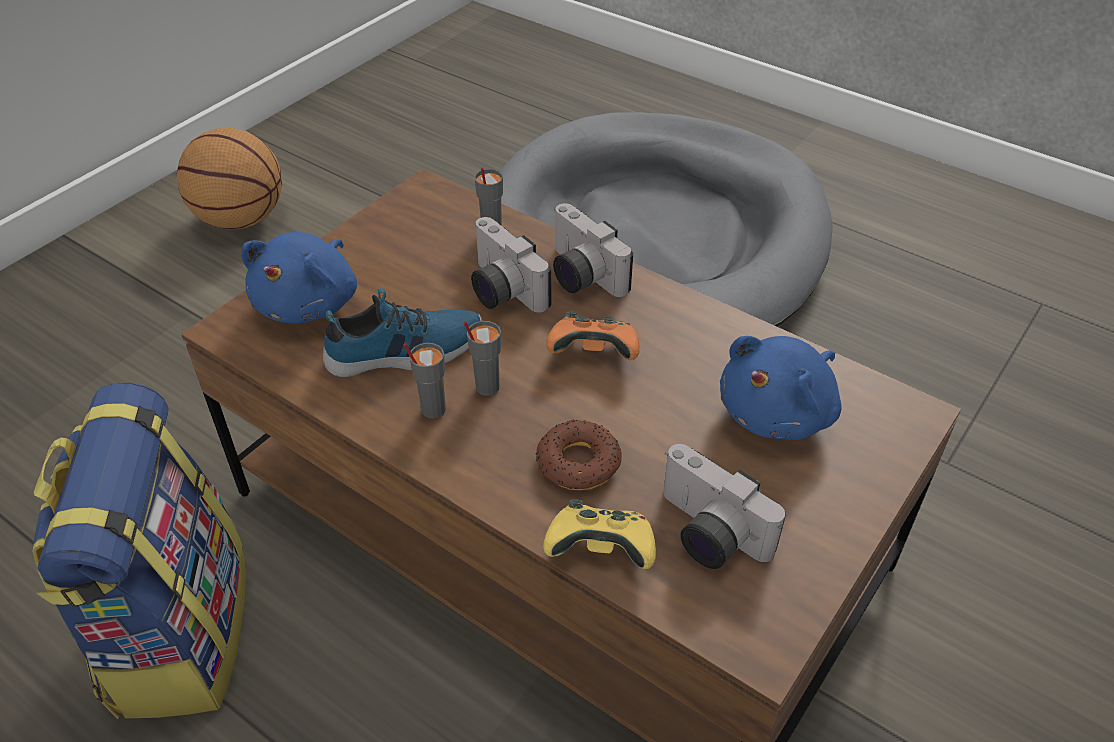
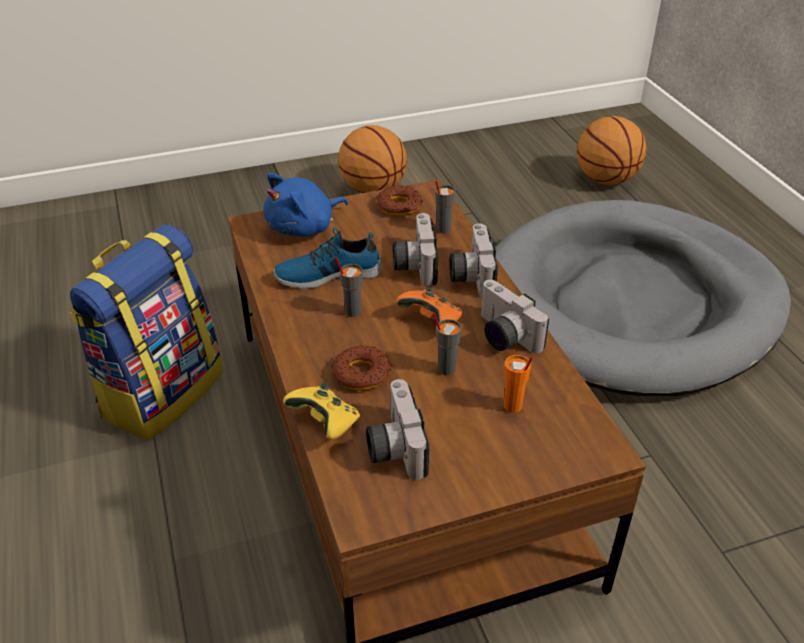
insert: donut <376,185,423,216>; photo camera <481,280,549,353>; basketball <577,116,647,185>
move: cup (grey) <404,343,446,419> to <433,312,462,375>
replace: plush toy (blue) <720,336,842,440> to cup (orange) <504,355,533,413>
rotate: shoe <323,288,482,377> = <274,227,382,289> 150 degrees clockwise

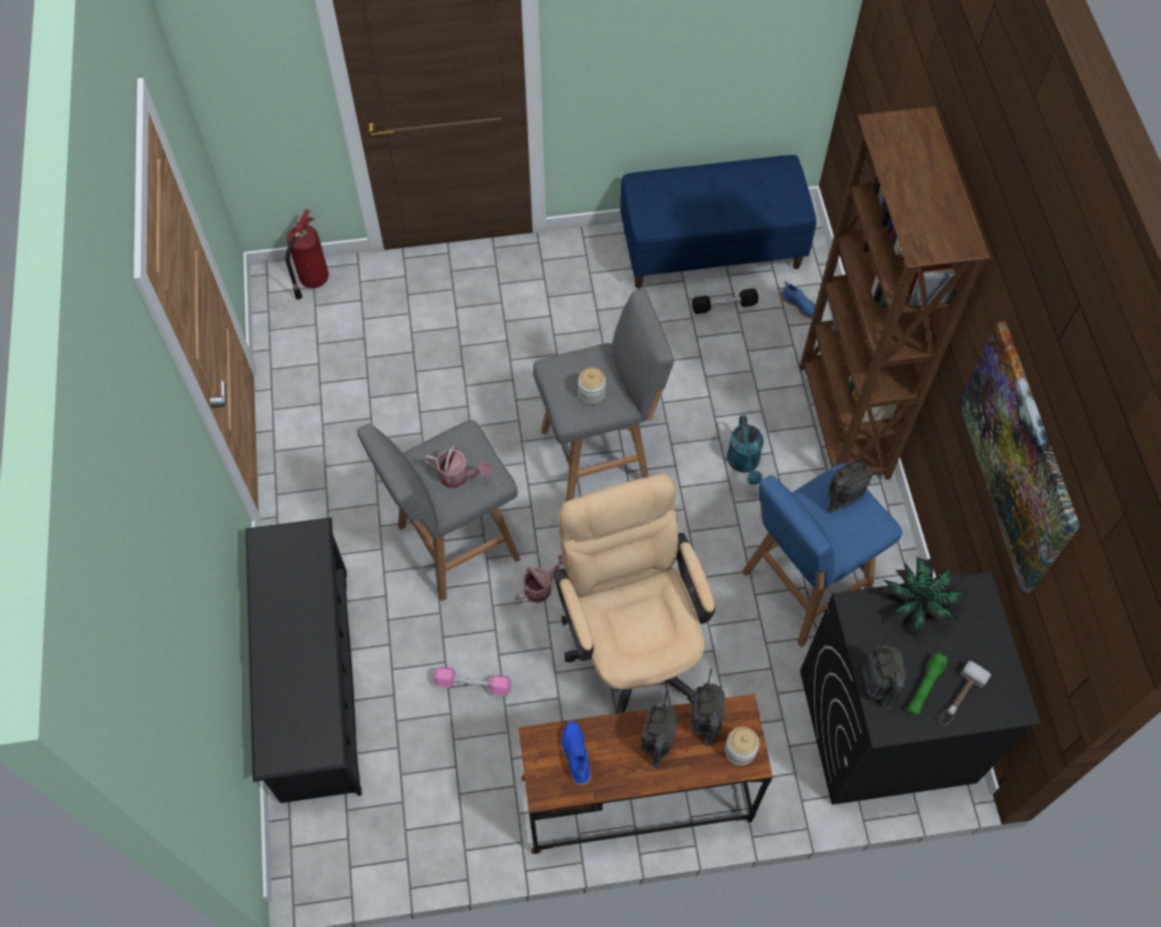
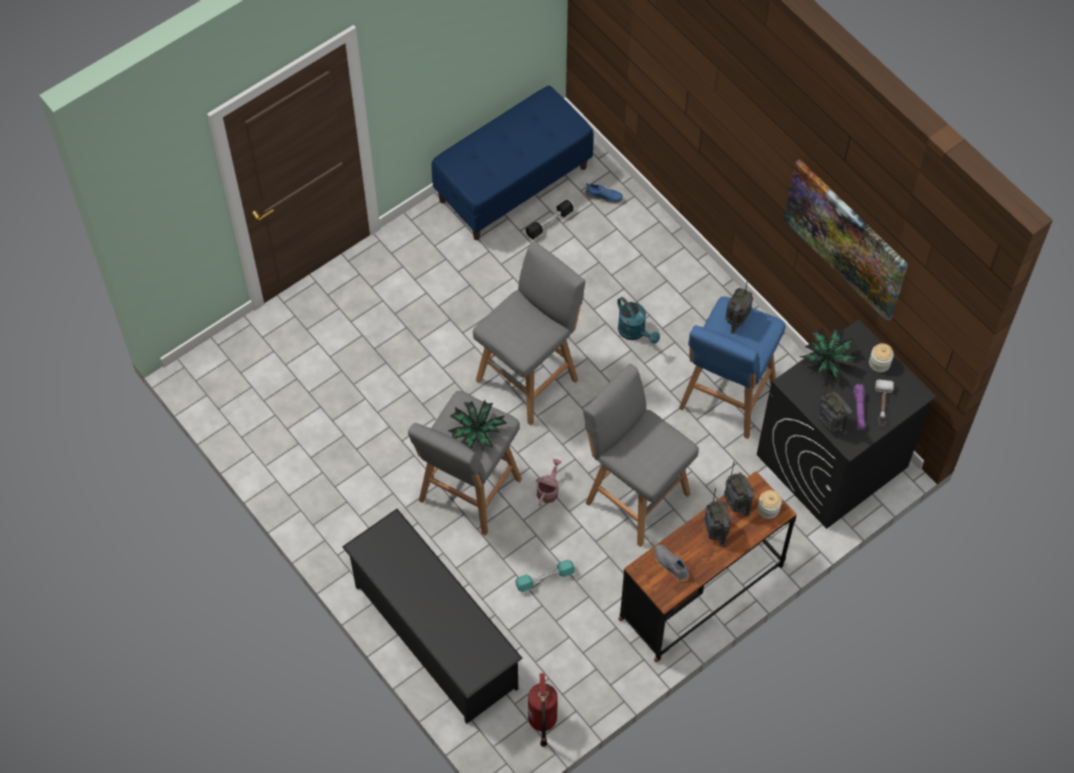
delete: bookcase (brown) <799,107,990,480>
move: fire extinguisher <285,209,329,300> to <528,673,558,747>; jar <578,367,606,405> to <869,343,894,373>
replace: watering can <423,445,491,488> to potted plant <448,400,508,451>; office chair (beige) <554,473,715,713> to stool (grey) <583,364,699,547>
recolor: dumbbell (pink) <434,667,511,696> to dumbbell (turquoise) <515,560,575,592>; shoe (blue) <561,721,591,785> to shoe (grey) <654,545,690,581>; flashlight (green) <907,652,948,716> to flashlight (purple) <853,384,866,430>

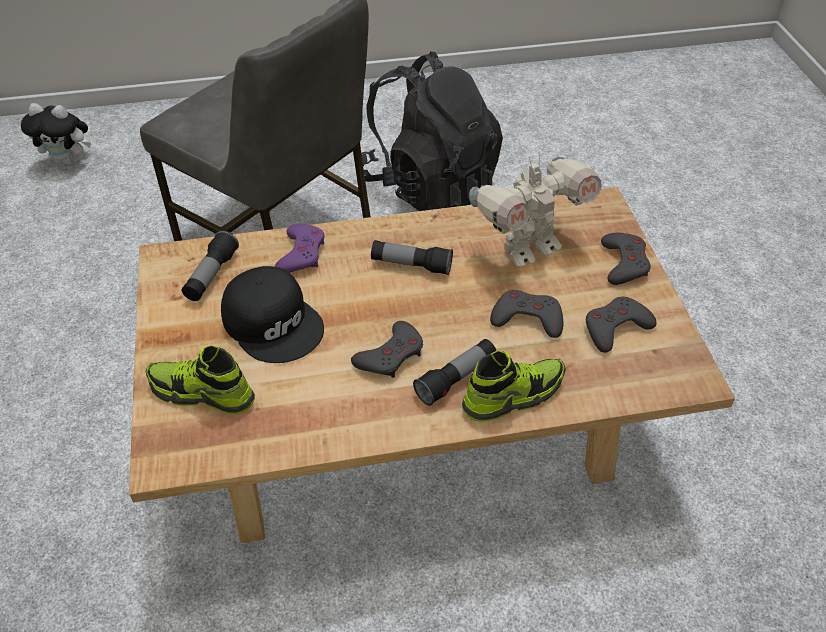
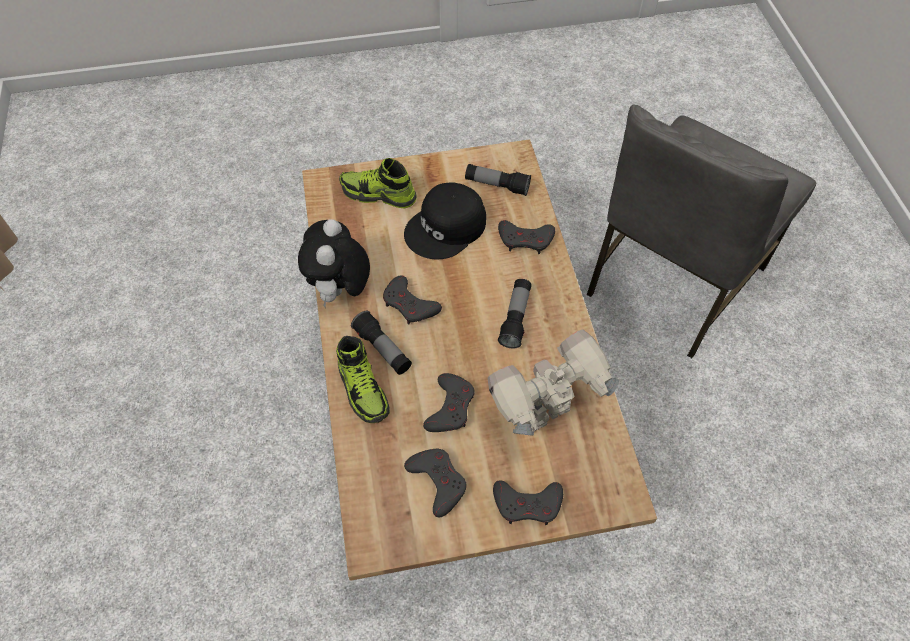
delete: backpack (black) <361,51,503,211>
move: plush toy <21,103,91,166> to <298,219,370,307>
recolor: game controller (purple) <275,223,325,273> to game controller (grey) <498,220,555,254>
rotate: shoe <145,346,255,415> = <339,158,417,209> 90 degrees counterclockwise; toy robot <469,153,602,267> = <487,329,619,435> 90 degrees clockwise

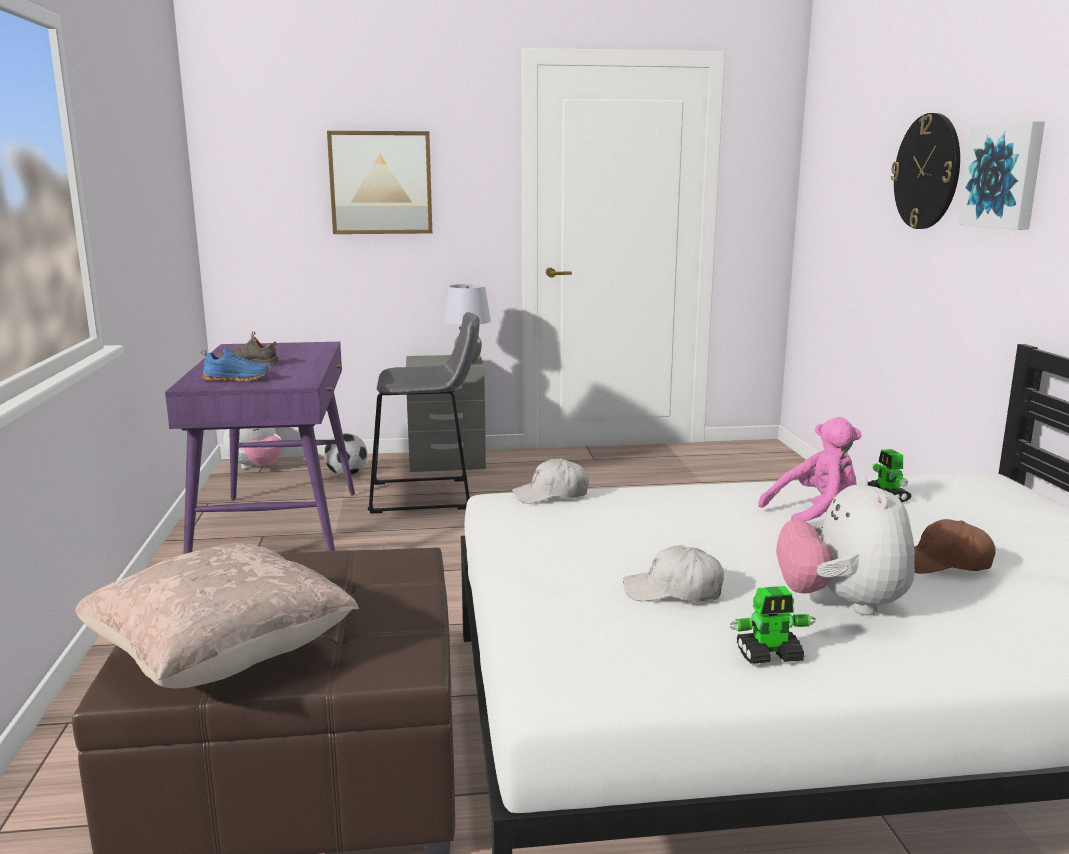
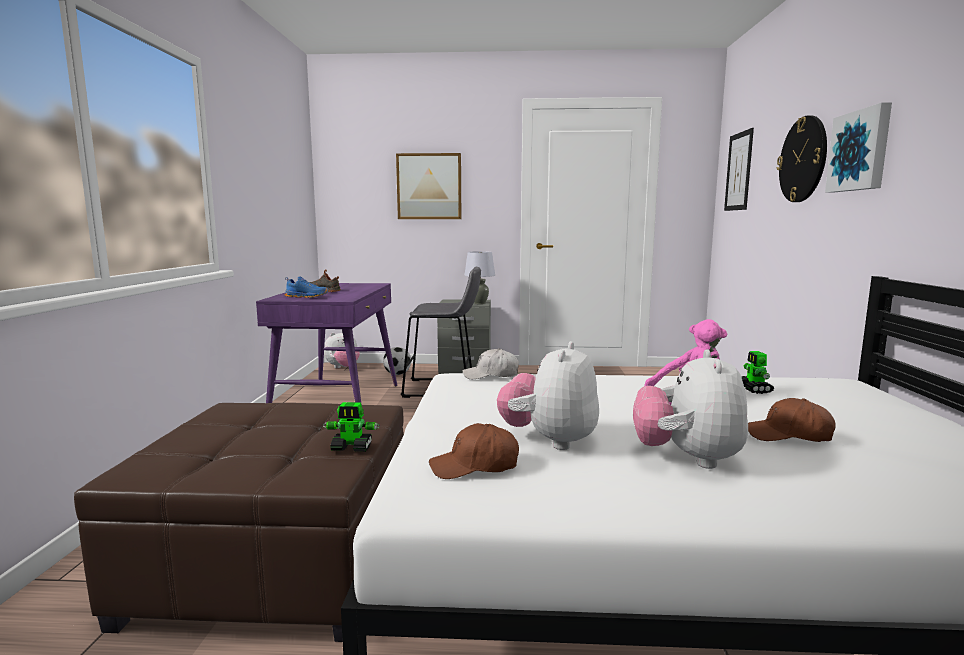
delete: pillow (beige) <75,543,359,689>
insert: cap (brown) <429,423,519,479>; picture <724,128,754,211>
move: toy robot <729,586,816,664> to <323,402,380,452>
replace: cap (white) <623,545,724,602> to plush toy <497,341,599,450>

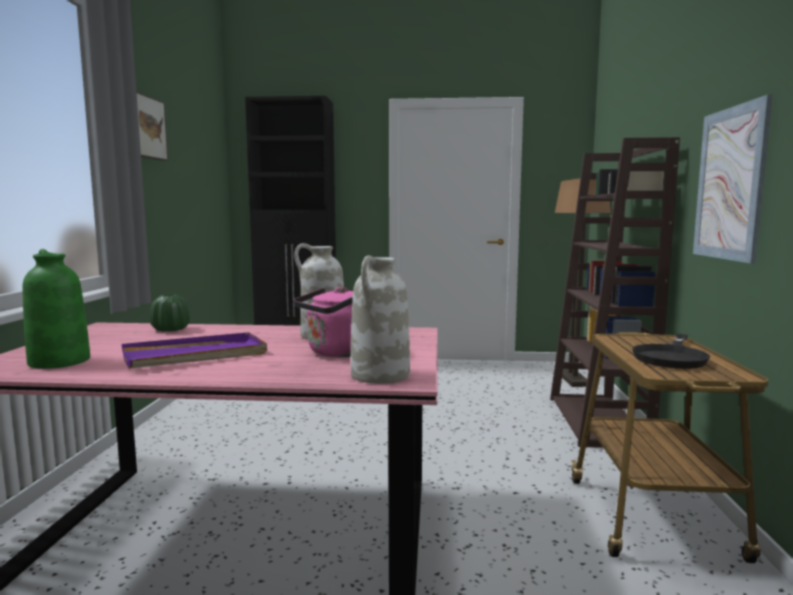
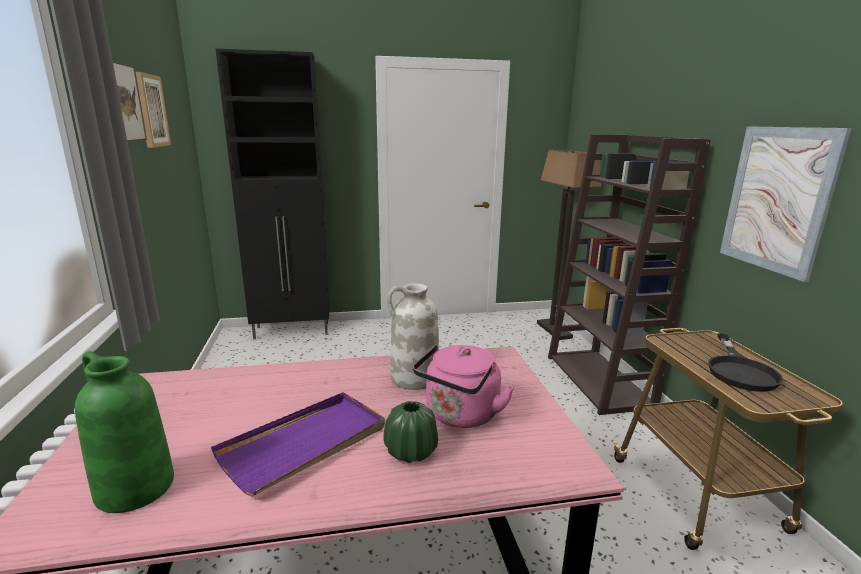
delete: vase (white) <351,255,410,384>
insert: picture <136,72,171,148>
move: vase (green) <150,294,190,332> to <384,401,438,463>

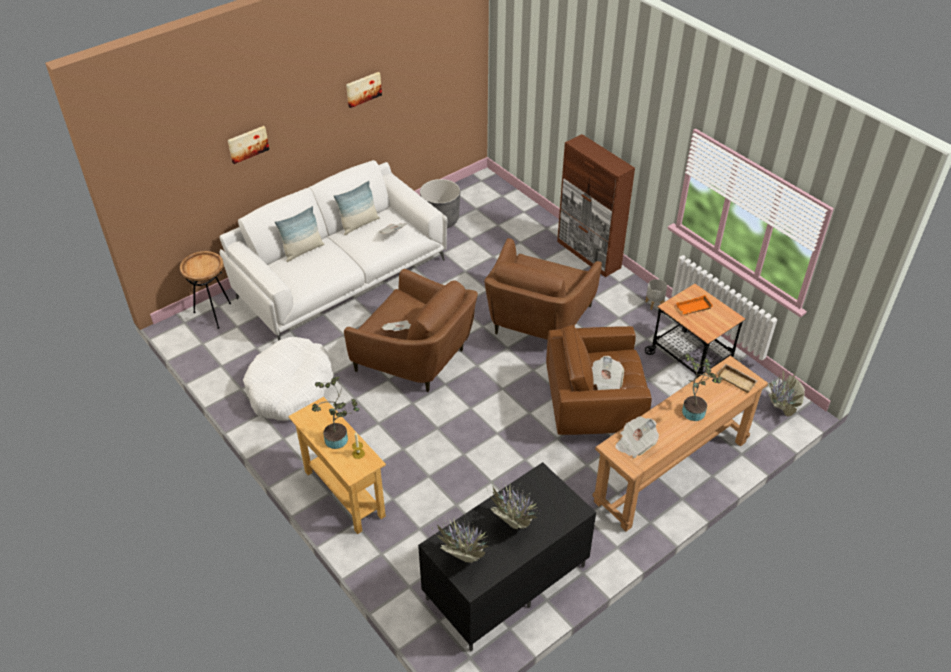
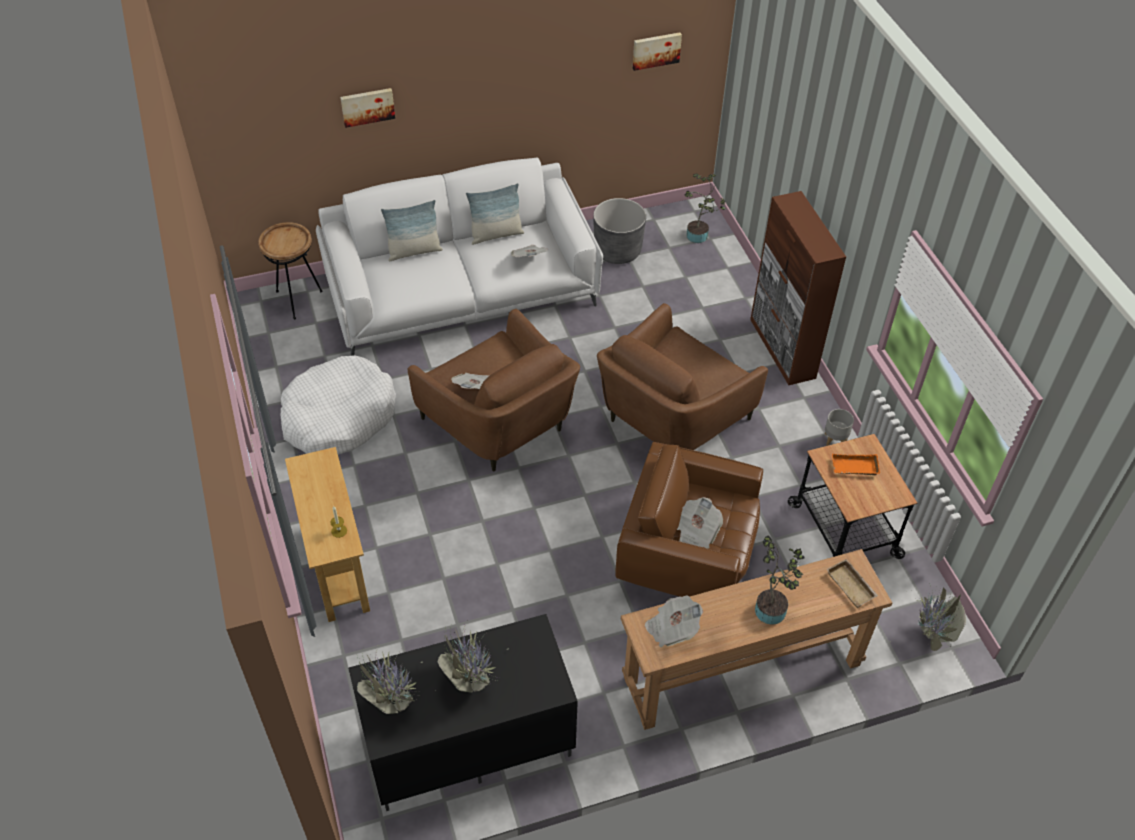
move: potted plant <312,377,359,449> to <685,174,726,243>; picture <346,72,382,108> to <633,33,682,71>

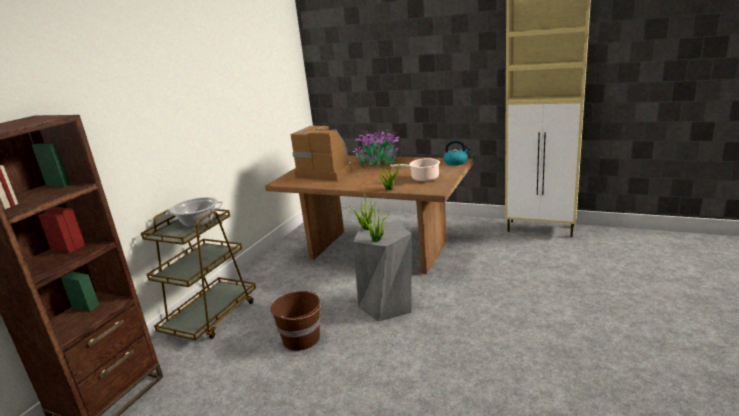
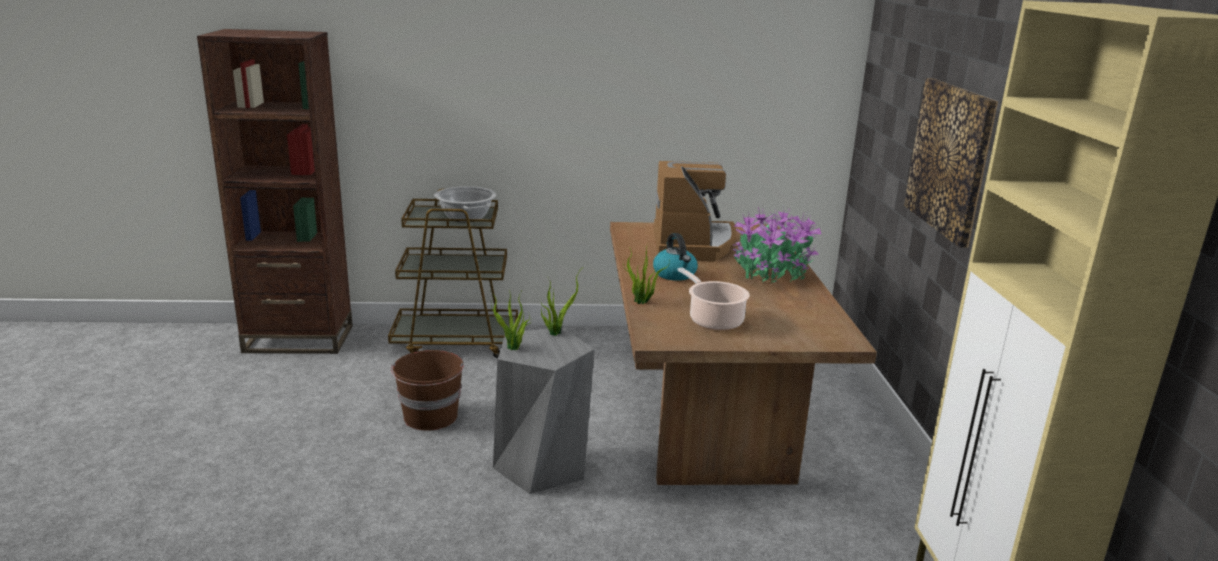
insert: picture <904,78,998,248>
move: kettle <443,140,471,165> to <653,233,698,281>

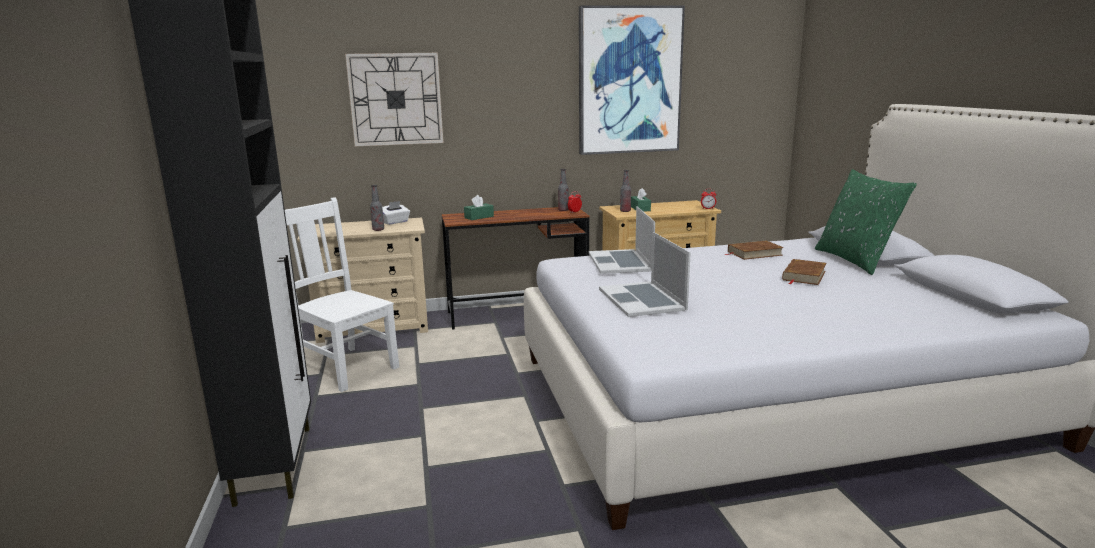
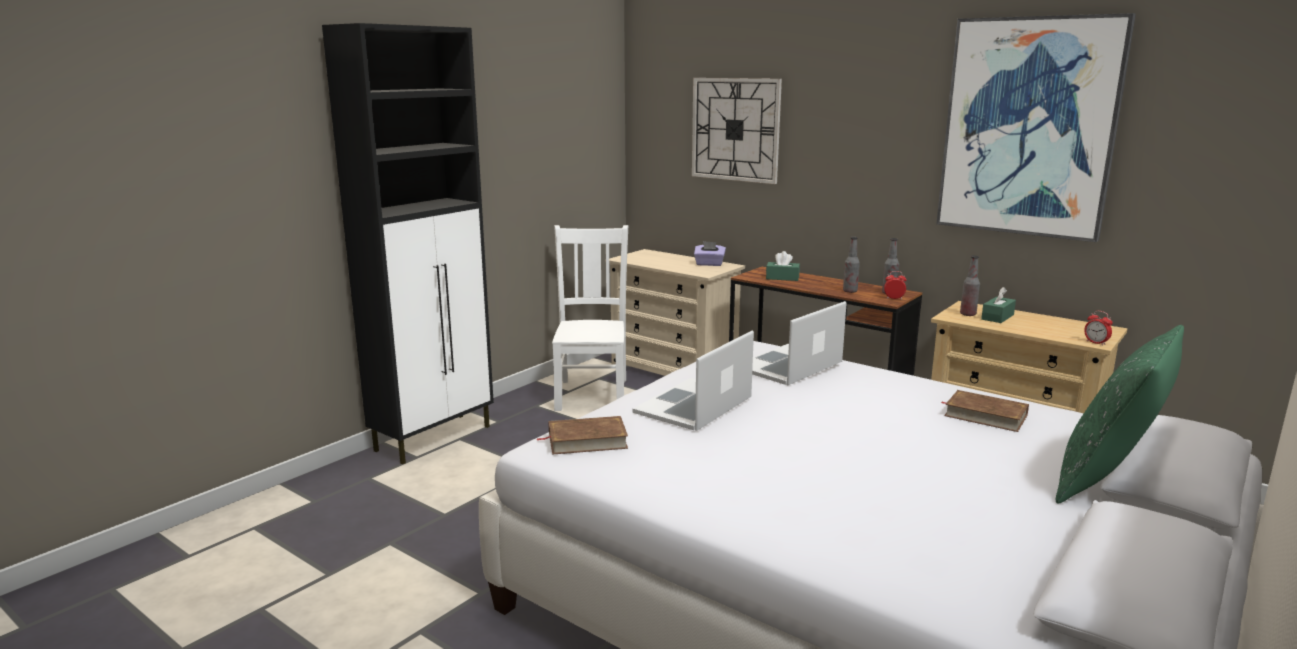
move: bottle <370,185,384,231> to <843,237,860,293>; book (brown) <782,259,827,285> to <536,416,628,454>
recolor: tissue box (white) <382,201,410,225> to tissue box (purple) <694,241,726,266>

